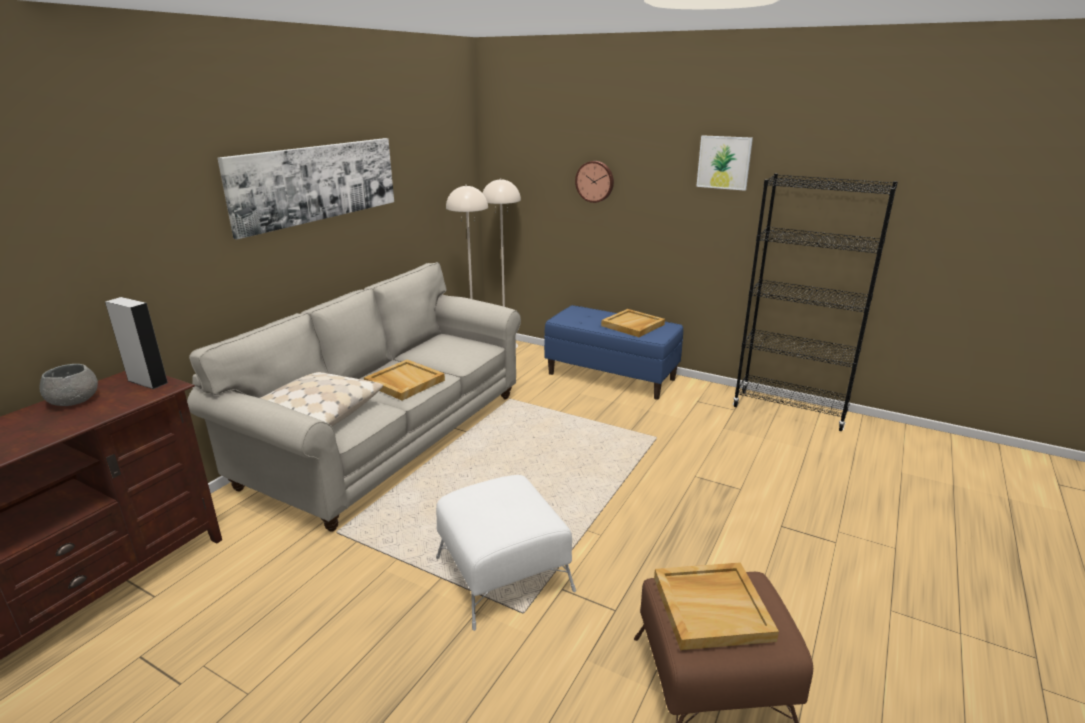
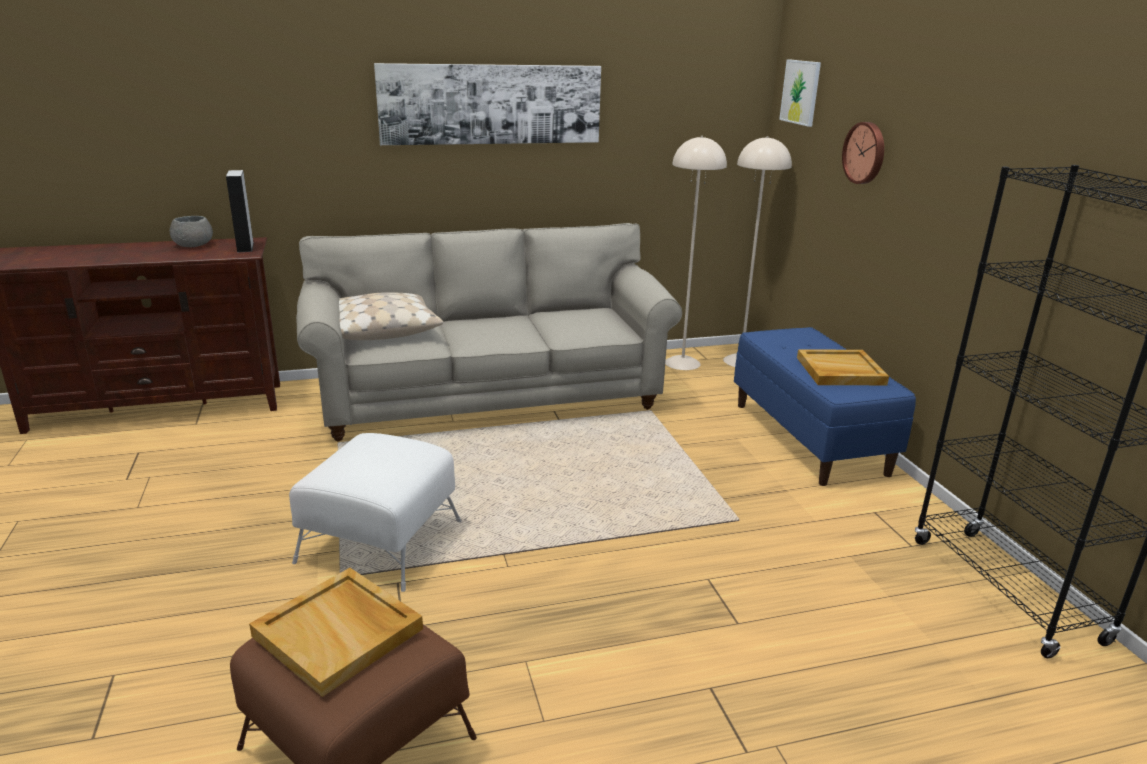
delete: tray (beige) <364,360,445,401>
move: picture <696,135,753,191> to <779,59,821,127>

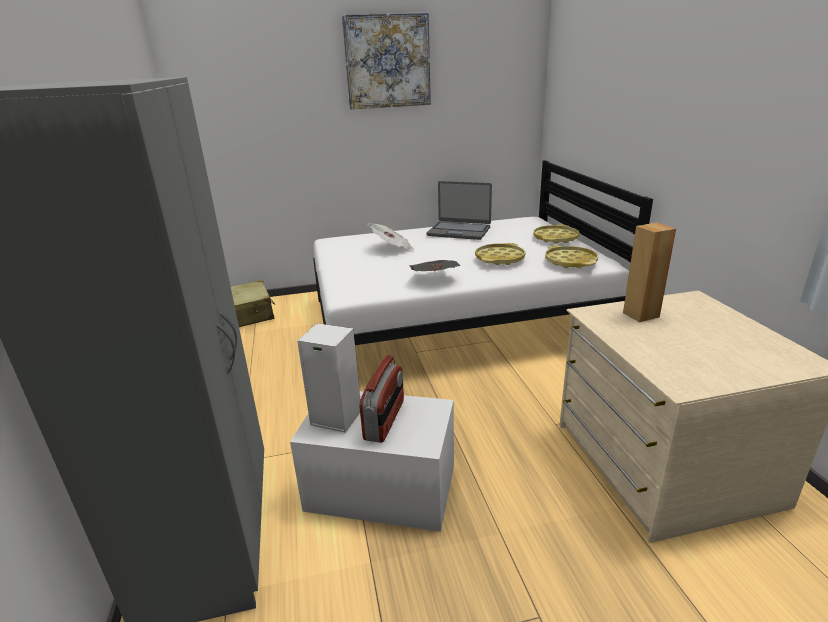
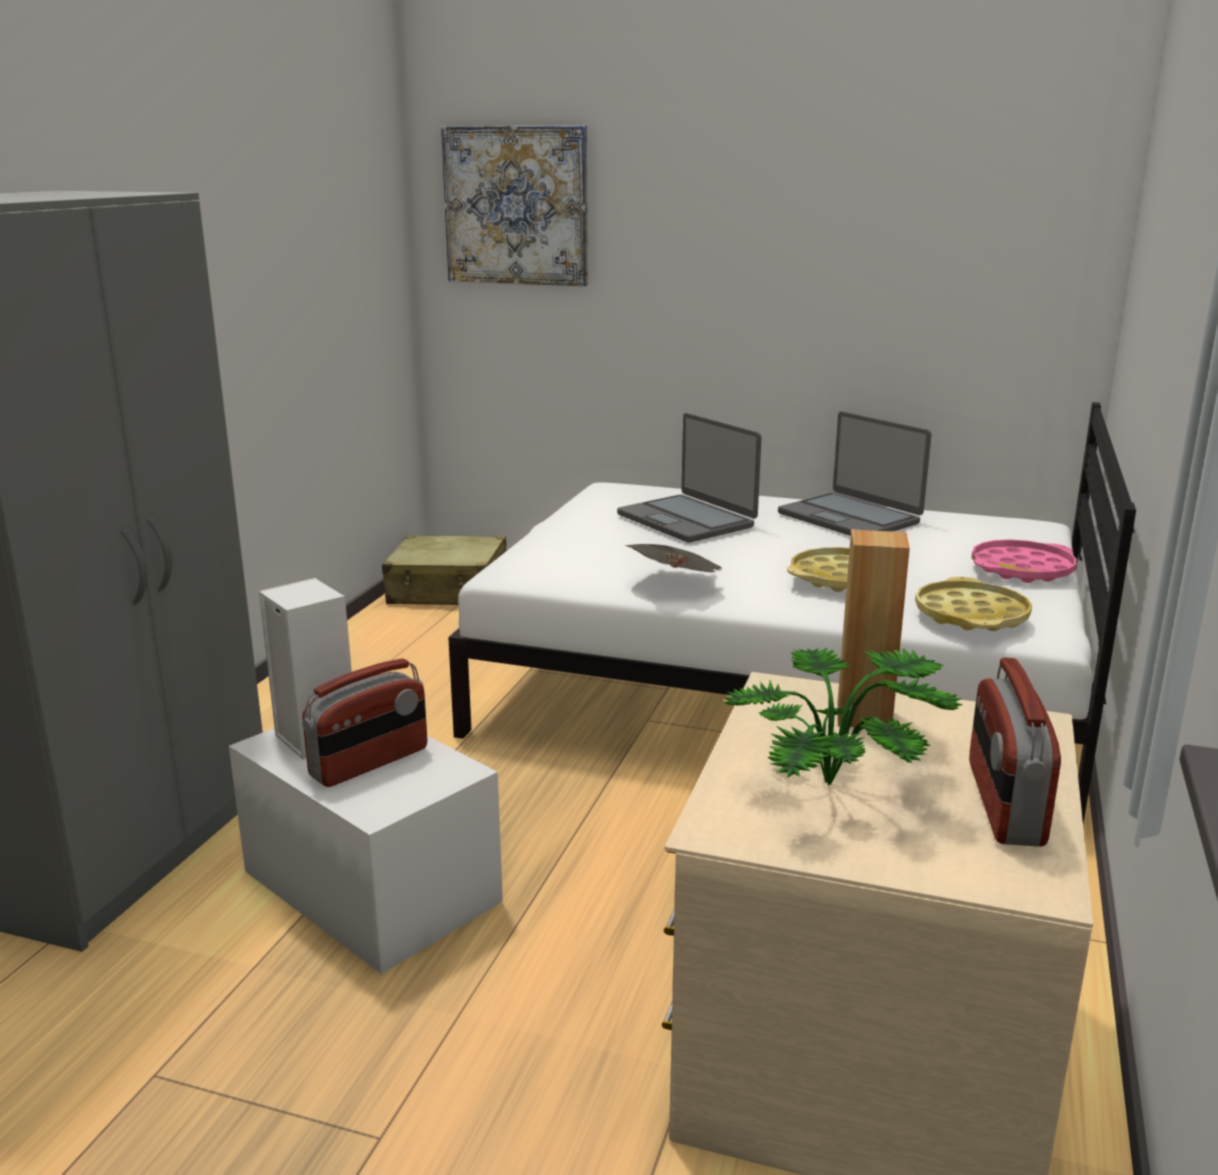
insert: potted plant <724,648,963,786>; radio <969,657,1061,847>
move: picture <342,12,431,110> to <441,125,588,286>
replace: newspaper <367,223,415,250> to laptop <617,413,762,543>
recolor: tray (yellow) <533,224,580,244> to tray (pink) <971,539,1077,583>

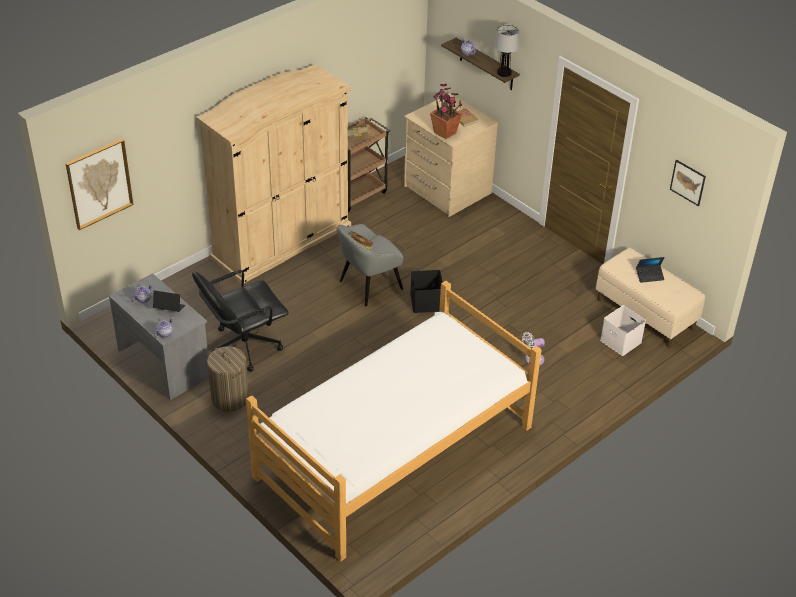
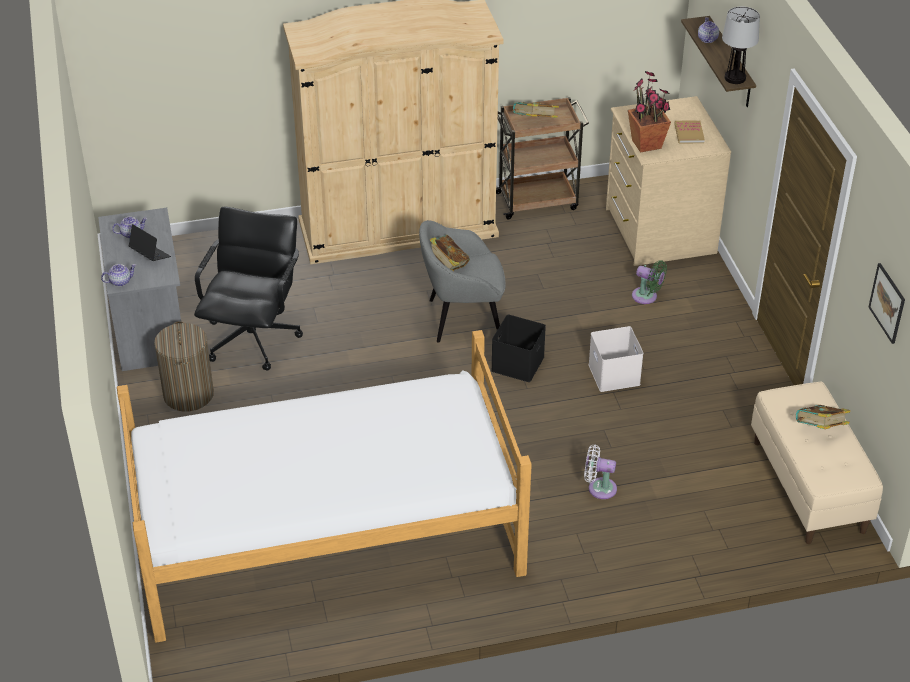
delete: picture <65,139,134,230>
insert: fan (green) <632,260,667,304>
move: storage box (white) <600,305,646,356> to <588,326,644,392>
replace: laptop <636,257,665,283> to book <796,405,850,429>
rotate: office chair (black) <192,270,289,372> = <194,207,303,371> 105 degrees clockwise

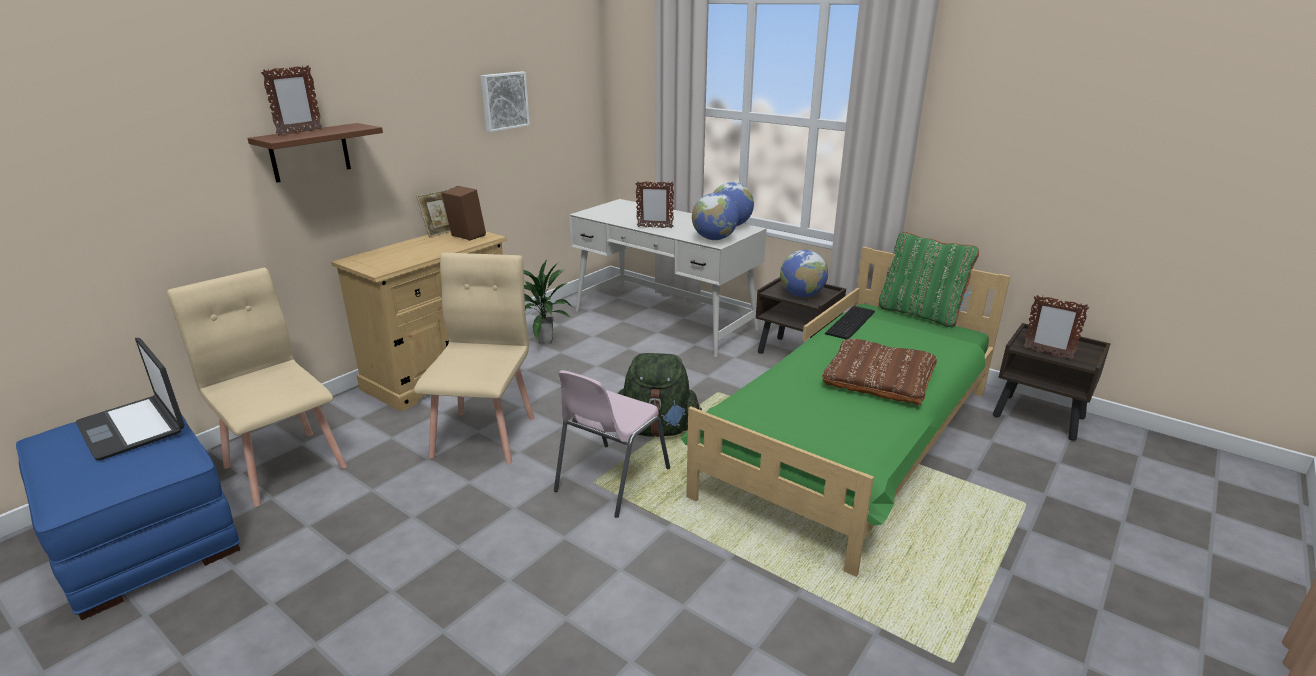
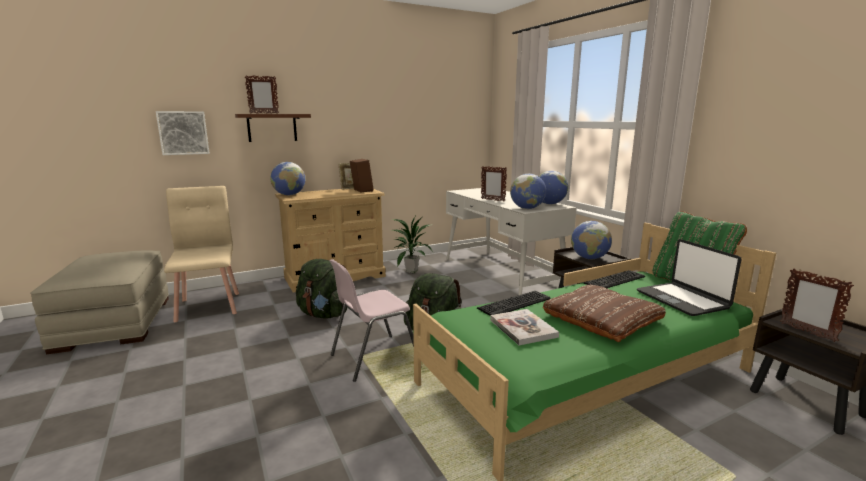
insert: globe <270,162,306,195>; keyboard <477,291,551,316>; book <490,309,559,345>
move: laptop <76,338,185,460> to <637,239,742,316>; picture <481,71,530,132> to <156,111,210,155>
replace: chair (beige) <414,253,534,464> to backpack (green) <296,259,347,319>
recolor: ottoman (blue) <16,414,240,620> to ottoman (beige) <30,251,169,354>

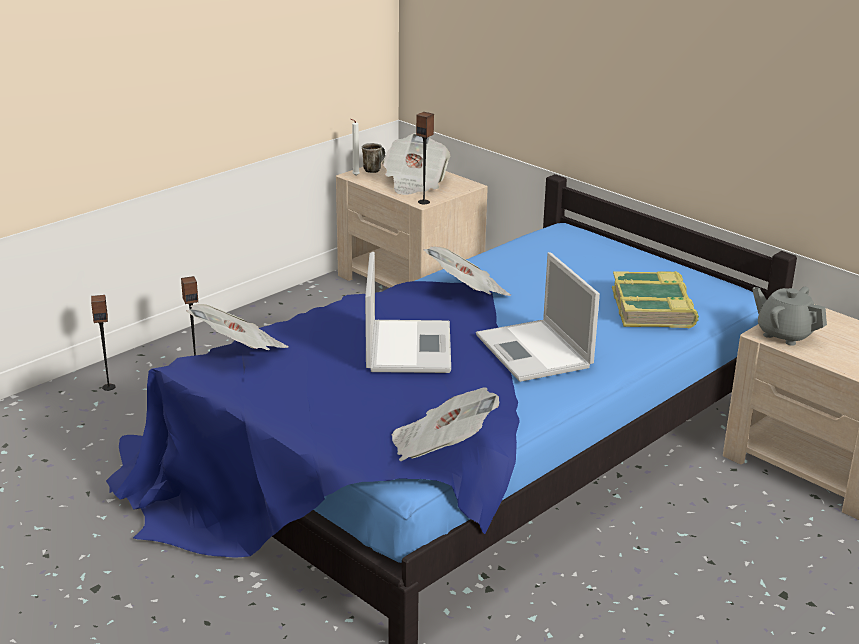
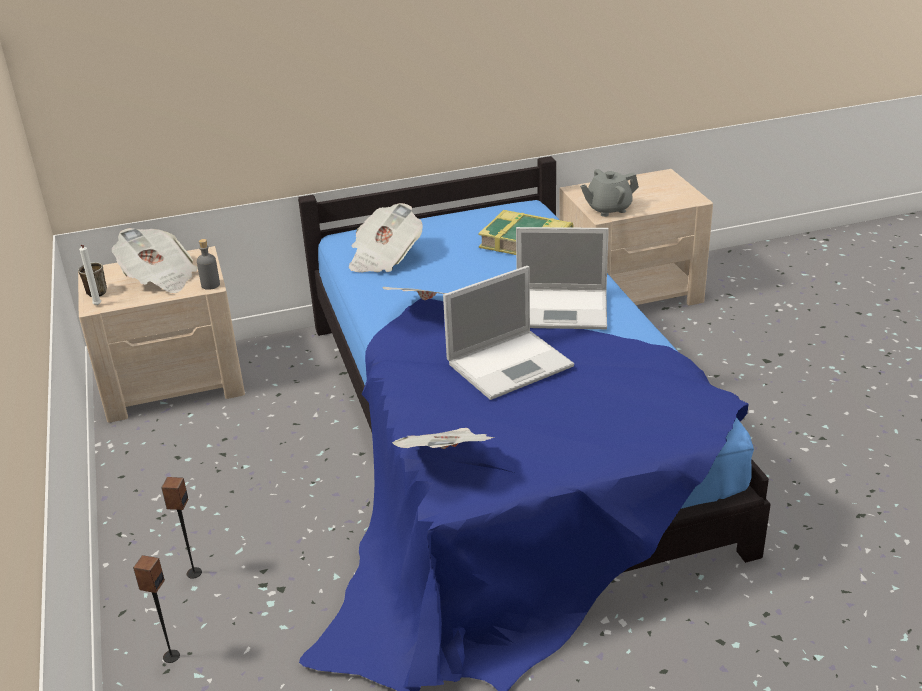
move: newspaper <391,387,500,461> to <349,203,423,273>
replace: speaker <416,112,434,204> to bottle (grey) <197,239,220,290>
rotate: laptop <365,252,451,373> = <443,266,574,400> 120 degrees clockwise

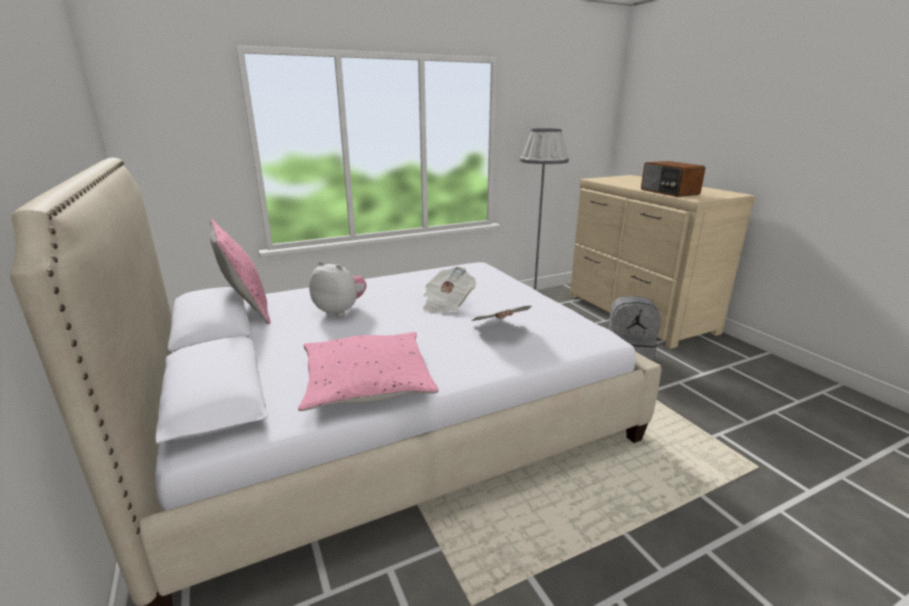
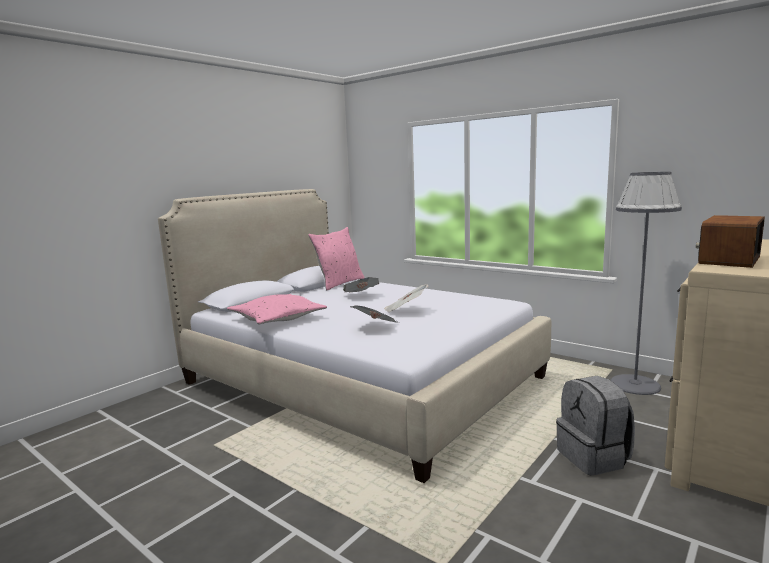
replace: plush toy <309,261,366,317> to newspaper <343,277,379,292>

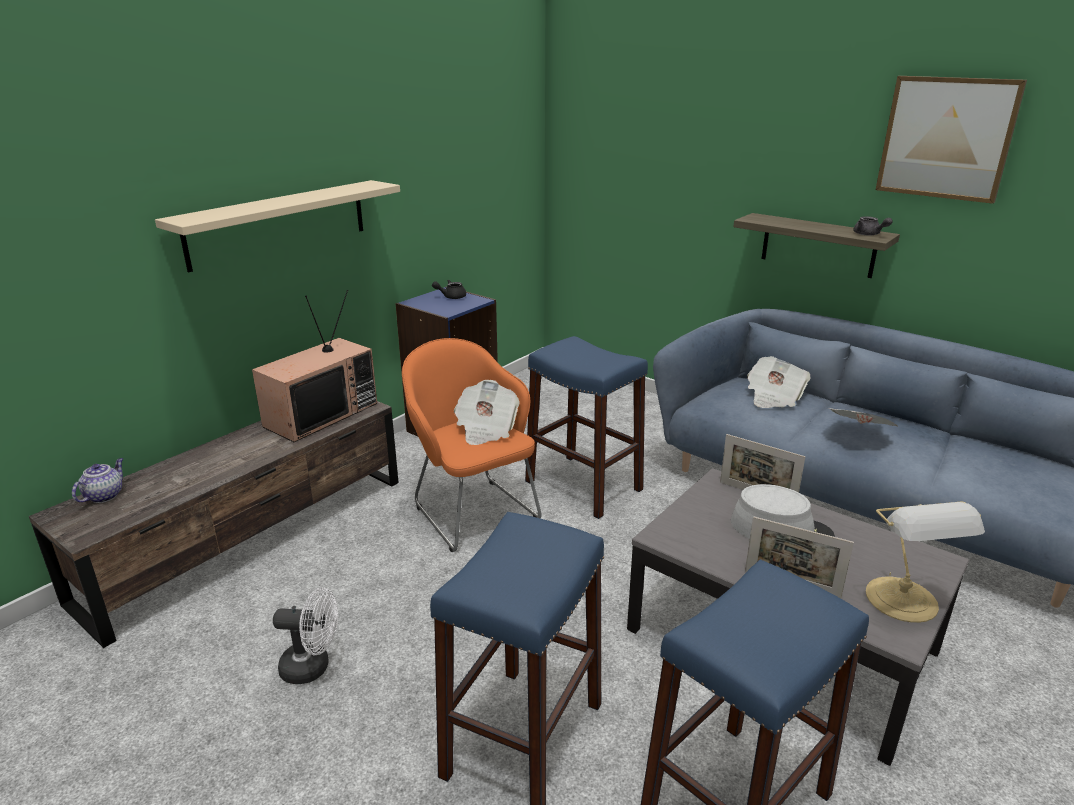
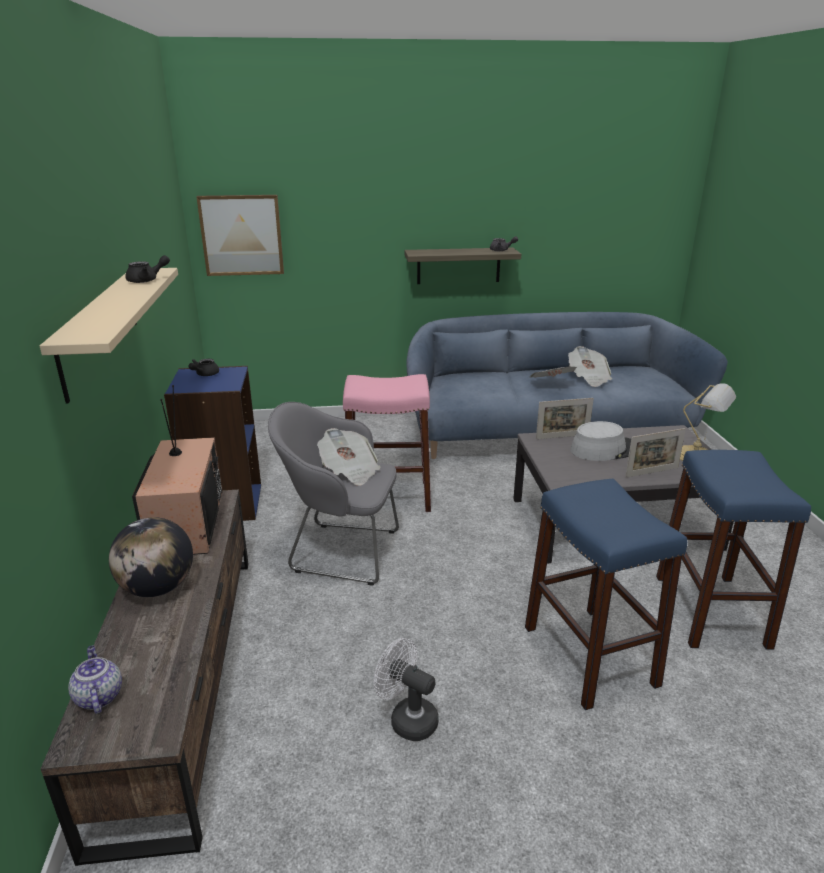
insert: globe <109,517,193,597>; teapot (black) <125,255,170,283>
move: newspaper <747,356,811,408> to <568,346,612,387>; picture <876,76,1027,204> to <196,195,284,276>
recolor: armchair (orange) <402,338,542,552> to armchair (grey) <268,402,399,586>; stool (blue) <525,336,648,519> to stool (pink) <343,374,431,512>
rotate: fan (white) <273,587,338,684> = <374,638,439,741> 105 degrees counterclockwise

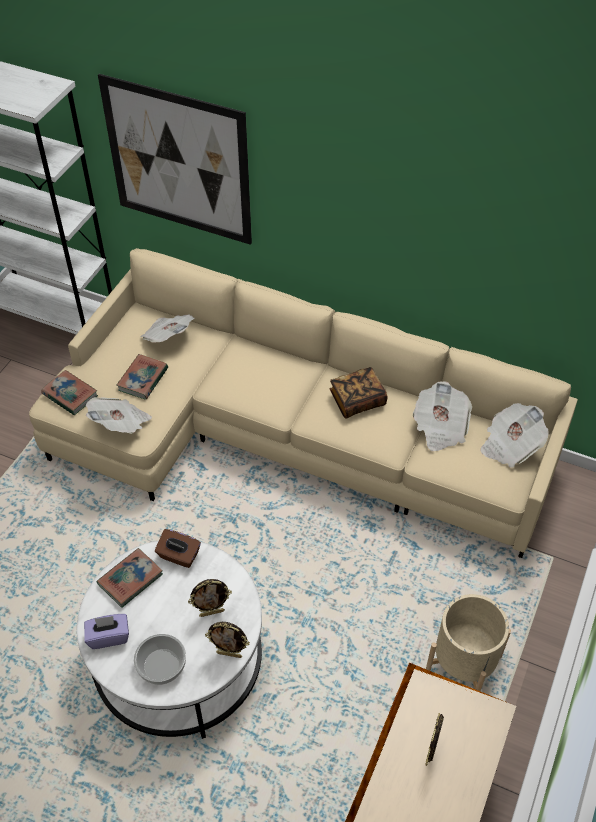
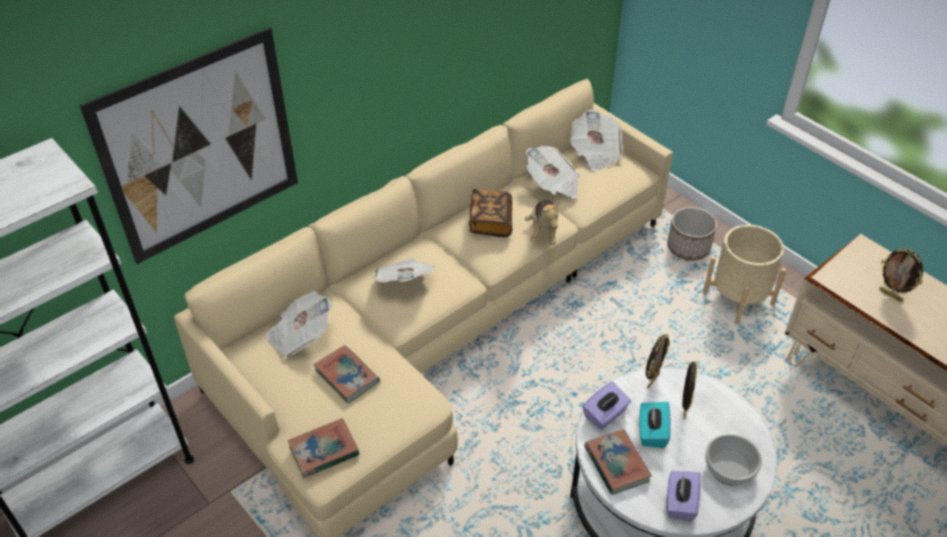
insert: plush toy <525,199,560,245>; tissue box (turquoise) <640,402,671,448>; planter <667,207,717,260>
move: newspaper <86,397,152,434> to <373,258,435,283>; picture frame <205,622,250,658> to <645,334,670,389>
recolor: tissue box (brown) <155,529,201,568> to tissue box (purple) <583,382,631,430>

